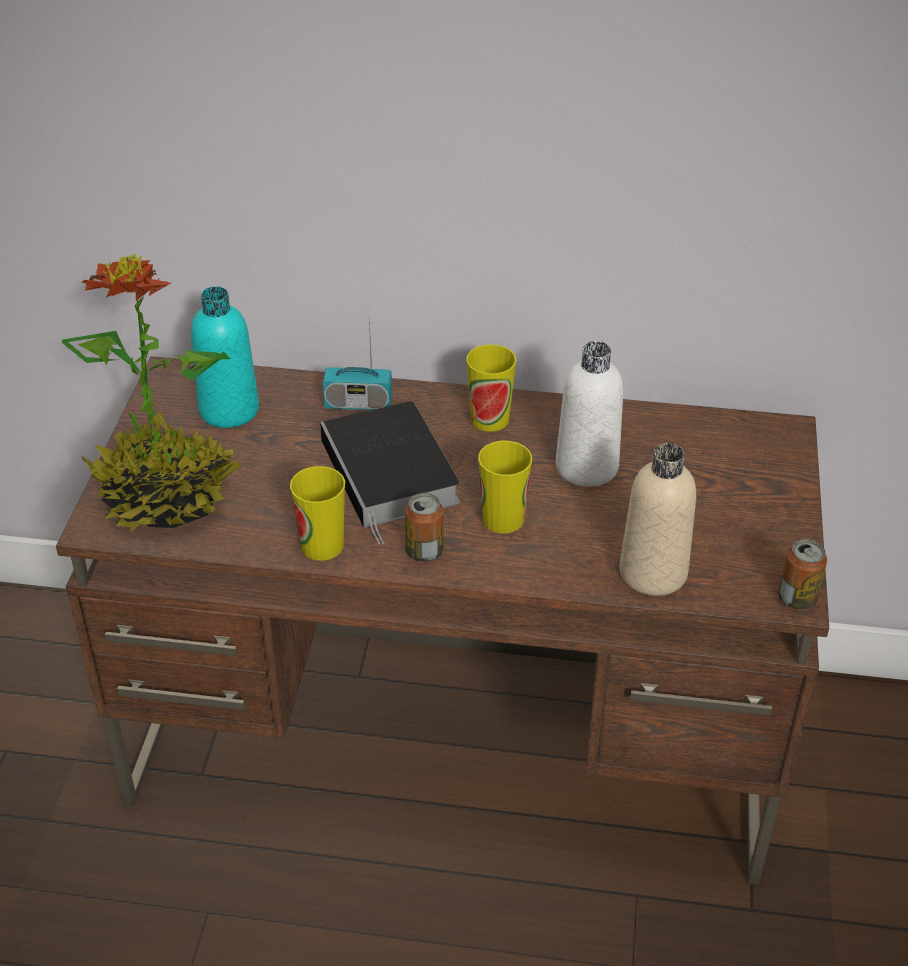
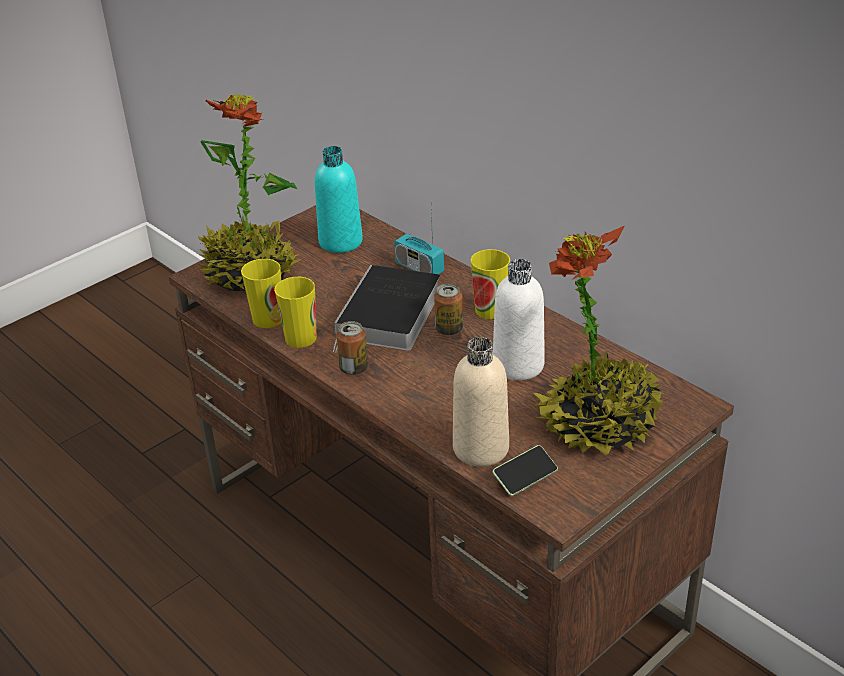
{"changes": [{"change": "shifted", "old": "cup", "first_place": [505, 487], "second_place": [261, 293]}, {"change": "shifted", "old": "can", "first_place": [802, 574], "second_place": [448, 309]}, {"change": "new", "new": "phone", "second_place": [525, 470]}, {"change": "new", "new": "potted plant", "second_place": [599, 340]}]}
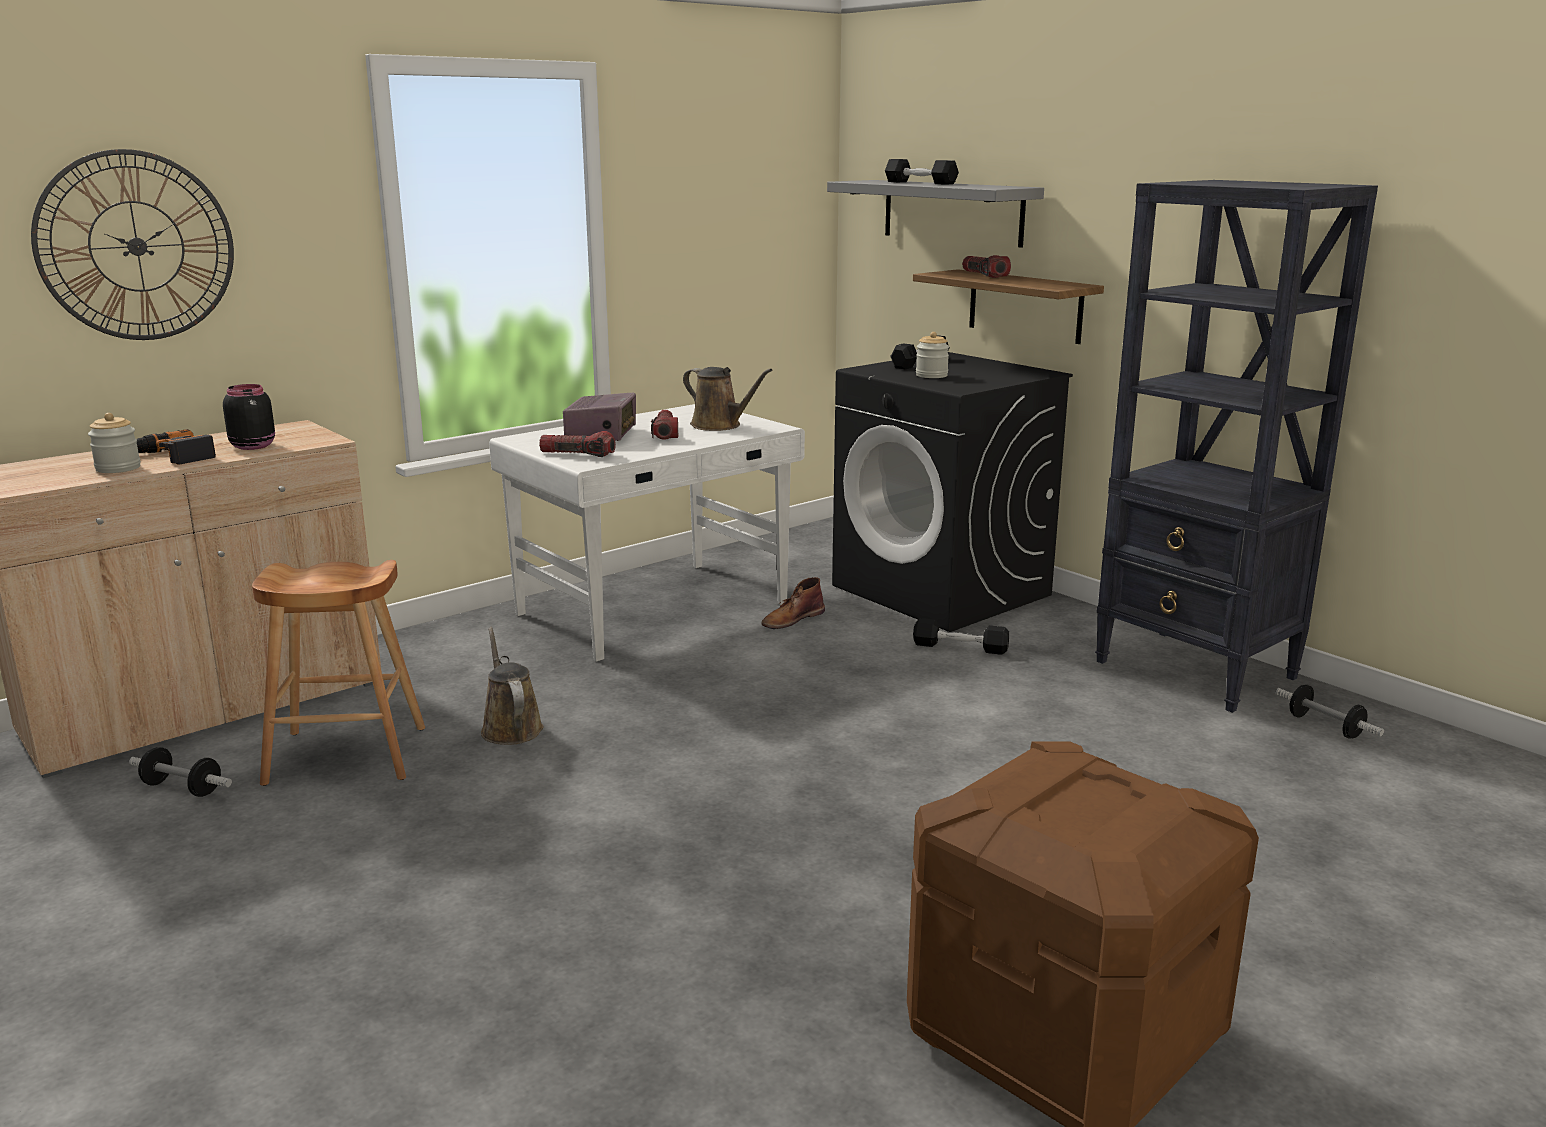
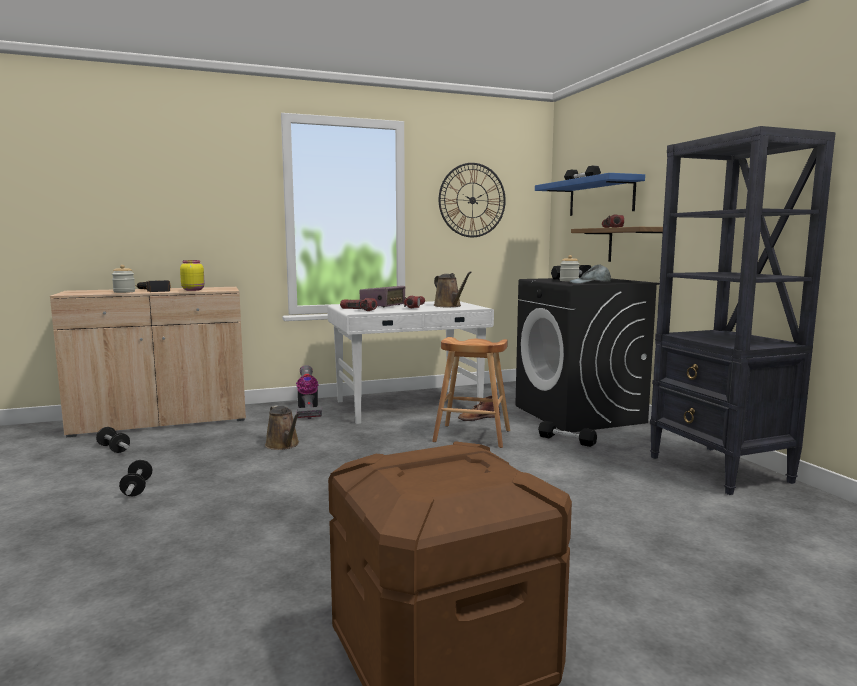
{"changes": [{"change": "shifted", "old": "dumbbell", "first_place": [1329, 712], "second_place": [136, 478]}, {"change": "repainted", "old": "black jar", "new": "yellow jar", "first_place": [249, 417], "second_place": [192, 275]}, {"change": "rotated", "old": "brown watering can", "first_place": [512, 686], "second_place": [282, 427], "degrees": 150}, {"change": "new", "new": "vacuum cleaner", "second_place": [309, 392]}, {"change": "shifted", "old": "brown stool", "first_place": [338, 673], "second_place": [471, 392]}, {"change": "shifted", "old": "wall clock", "first_place": [132, 244], "second_place": [472, 200]}, {"change": "repainted", "old": "grey shelf", "new": "blue shelf", "first_place": [935, 214], "second_place": [590, 194]}, {"change": "new", "new": "grey cap", "second_place": [590, 274]}]}
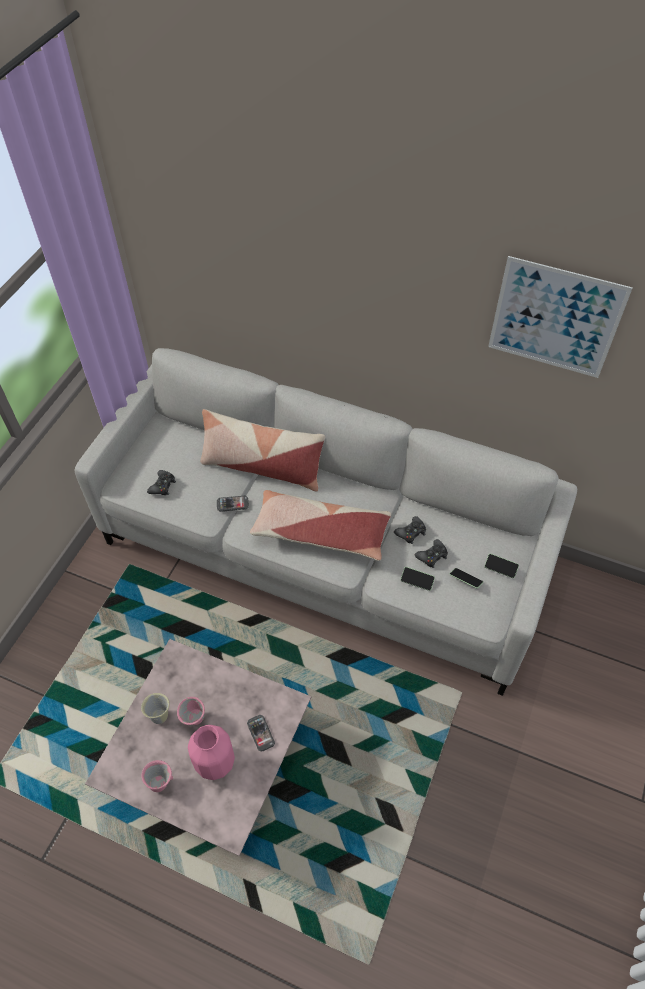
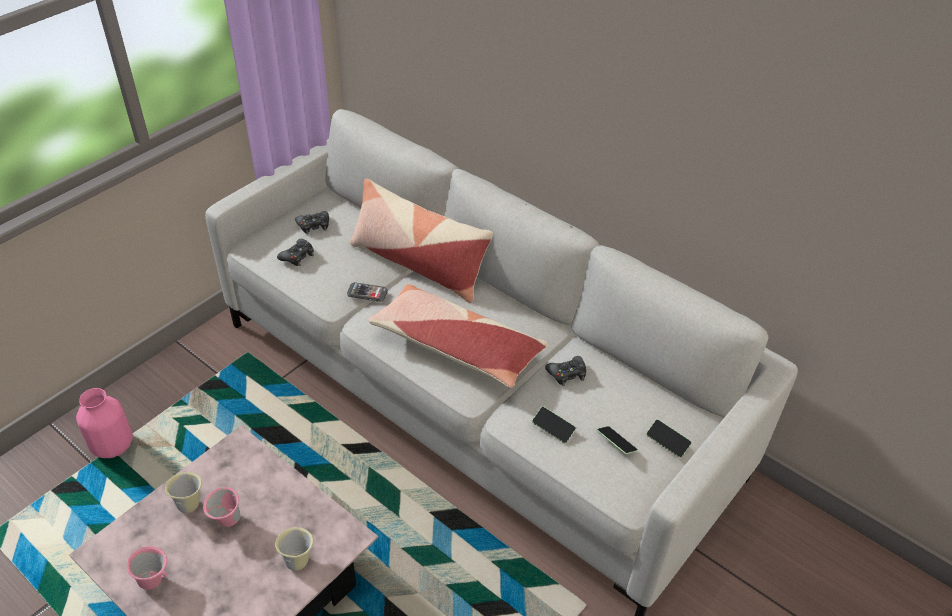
{"changes": [{"change": "shifted", "old": "pink vase", "first_place": [211, 752], "second_place": [104, 423]}, {"change": "swapped", "old": "phone", "new": "beige mug", "first_place": [261, 733], "second_place": [294, 549]}, {"change": "shifted", "old": "black game controller", "first_place": [431, 553], "second_place": [312, 222]}, {"change": "gone", "old": "picture", "first_place": [560, 317]}]}
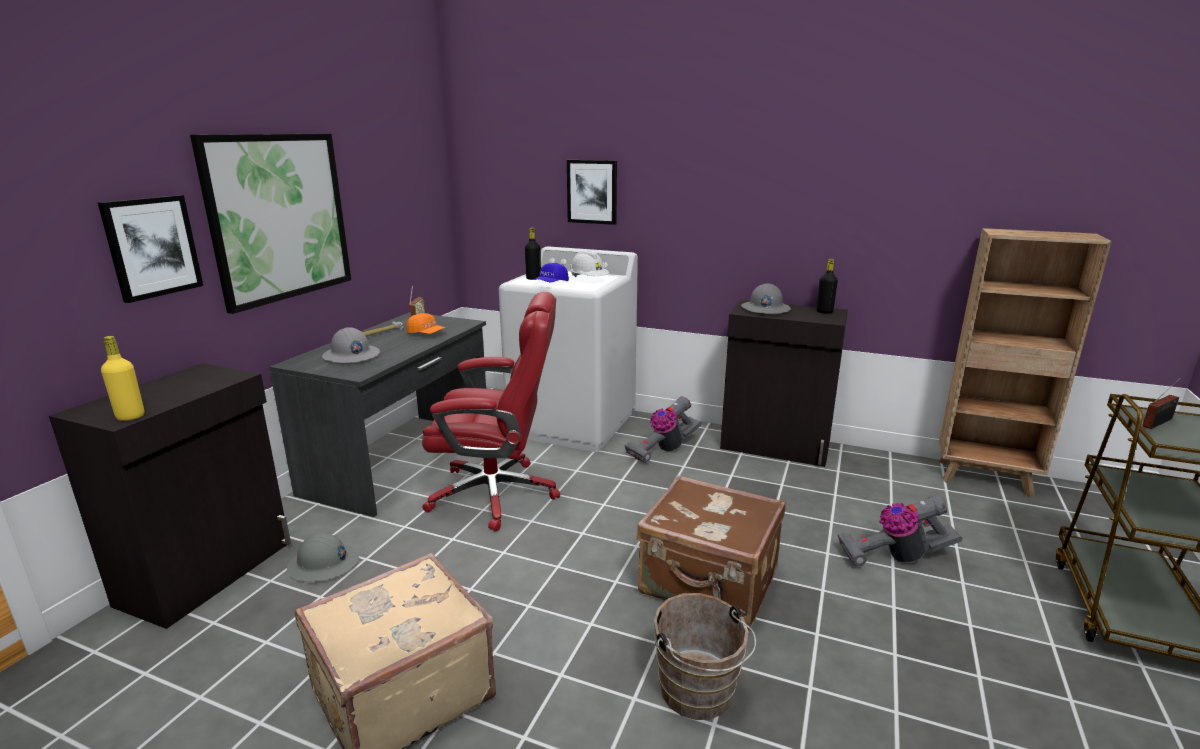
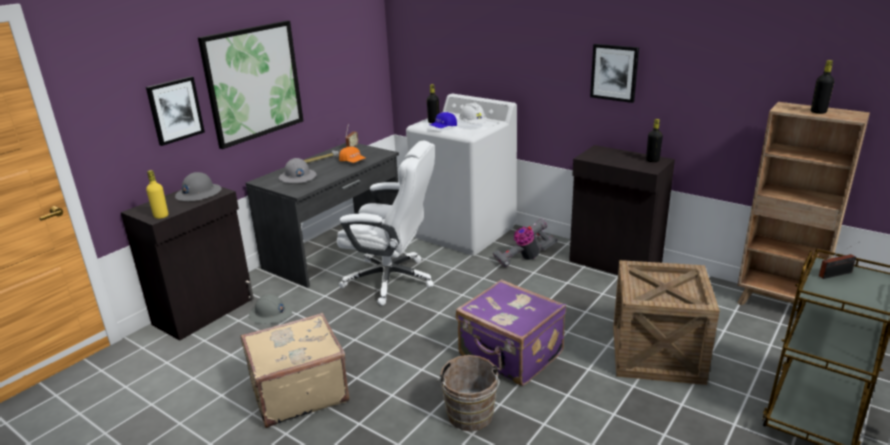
{"changes": [{"change": "shifted", "old": "grey hard hat", "first_place": [766, 298], "second_place": [198, 186]}, {"change": "repainted", "old": "red office chair", "new": "white office chair", "first_place": [491, 412], "second_place": [386, 223]}, {"change": "repainted", "old": "brown suitcase", "new": "purple suitcase", "first_place": [711, 552], "second_place": [511, 332]}, {"change": "shifted", "old": "picture", "first_place": [592, 192], "second_place": [614, 73]}, {"change": "swapped", "old": "vacuum cleaner", "new": "crate", "first_place": [900, 531], "second_place": [666, 322]}, {"change": "new", "new": "black bottle", "second_place": [822, 87]}]}
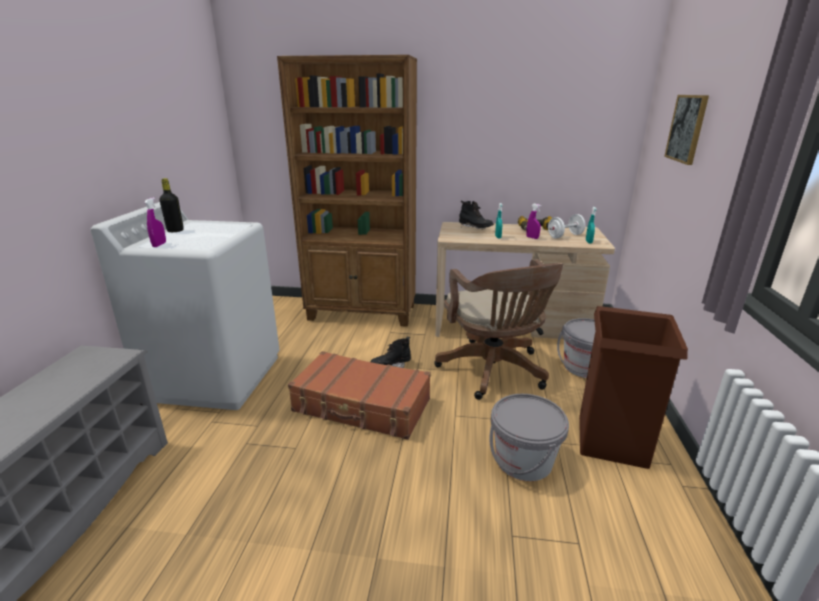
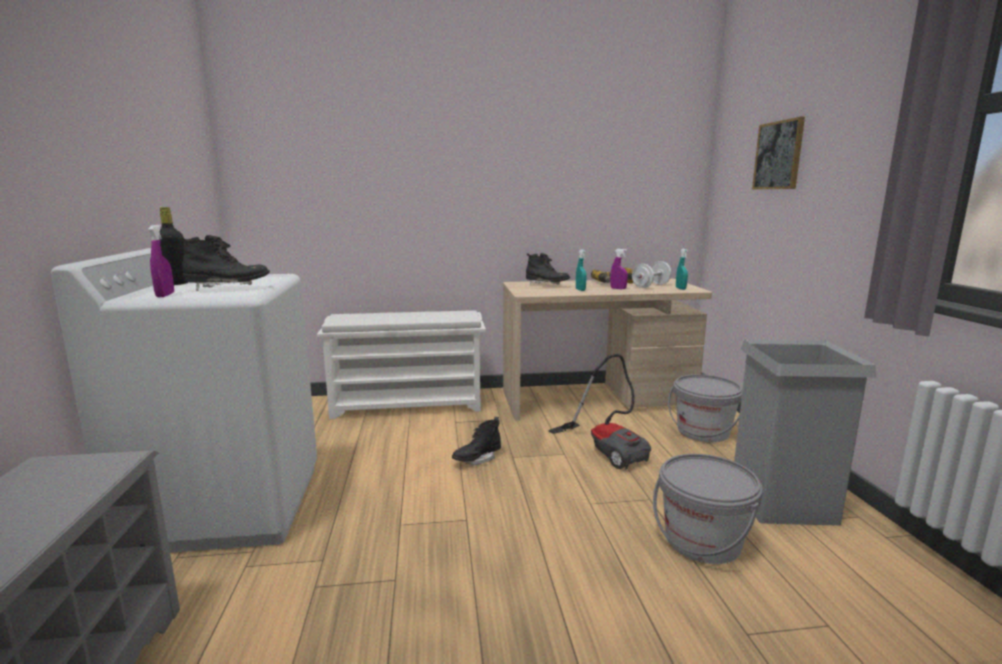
{"changes": [{"change": "new", "new": "black boot", "second_place": [224, 263]}, {"change": "swapped", "old": "brown bookcase", "new": "white shoe rack", "first_place": [347, 191], "second_place": [401, 364]}, {"change": "swapped", "old": "brown office chair", "new": "vacuum cleaner", "first_place": [498, 329], "second_place": [599, 412]}, {"change": "repainted", "old": "brown trash can", "new": "grey trash can", "first_place": [633, 387], "second_place": [805, 432]}, {"change": "gone", "old": "brown suitcase", "first_place": [359, 395]}]}
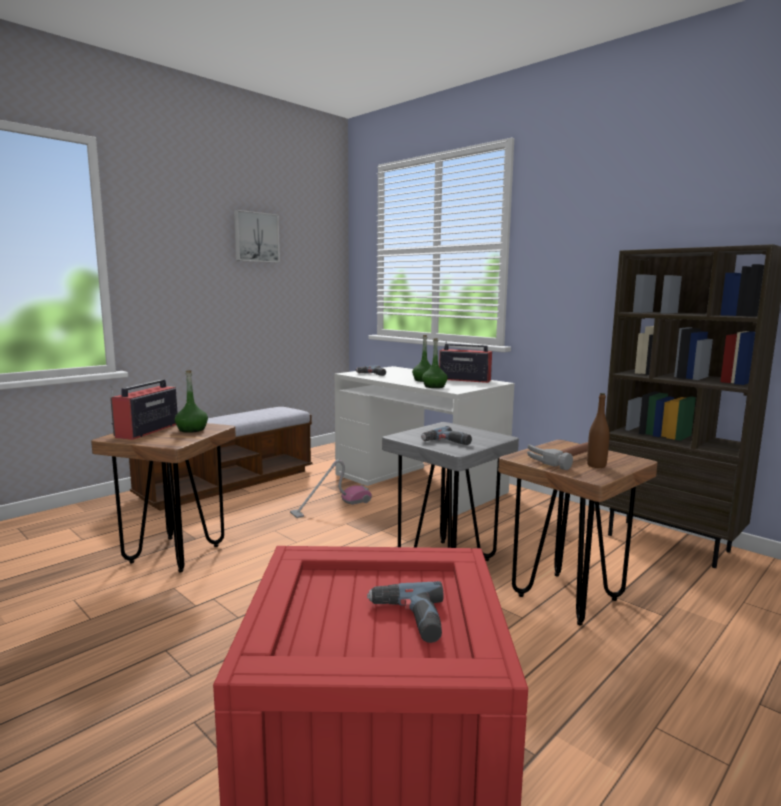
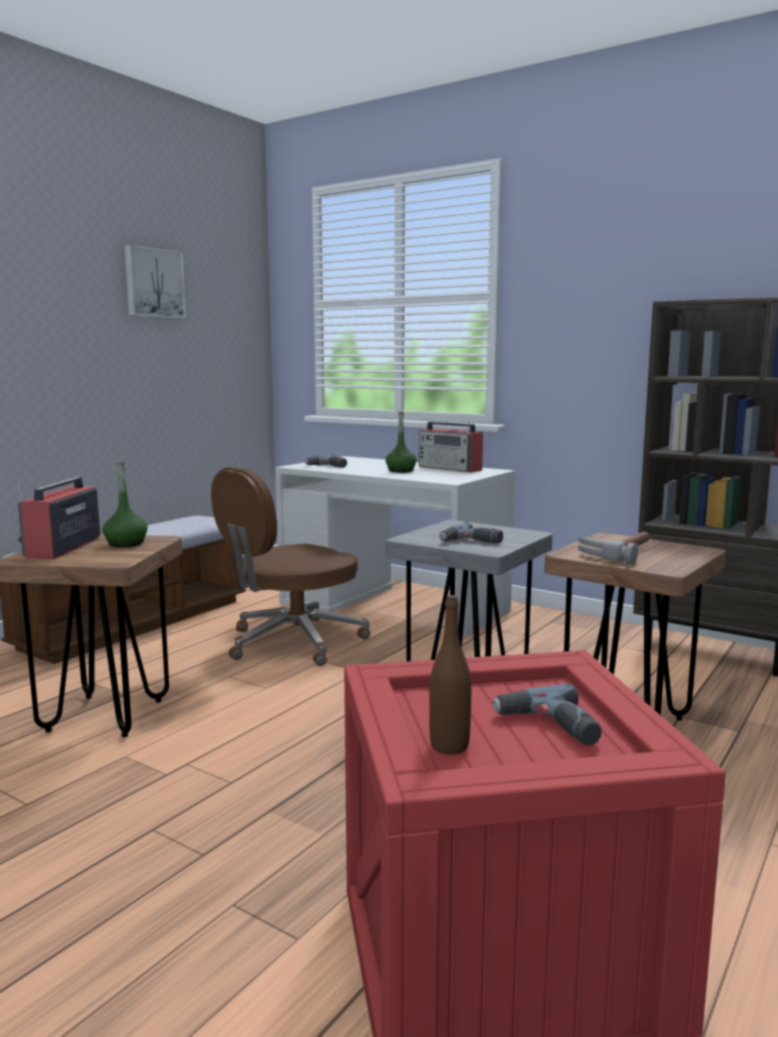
{"changes": [{"change": "swapped", "old": "vacuum cleaner", "new": "brown office chair", "first_place": [331, 489], "second_place": [290, 566]}, {"change": "rotated", "old": "radio", "first_place": [465, 362], "second_place": [451, 447], "degrees": -150}, {"change": "shifted", "old": "brown bottle", "first_place": [598, 430], "second_place": [450, 674]}, {"change": "gone", "old": "green bottle", "first_place": [435, 363]}]}
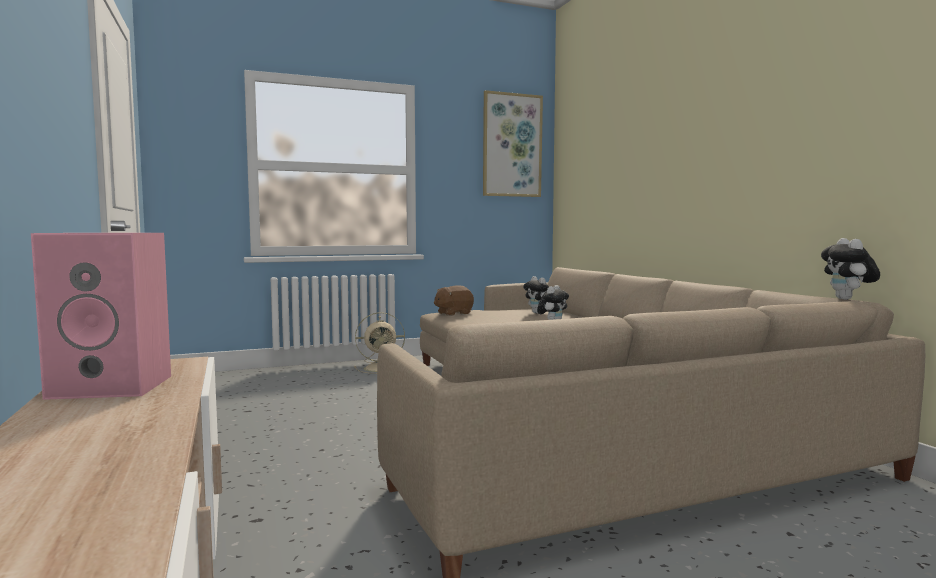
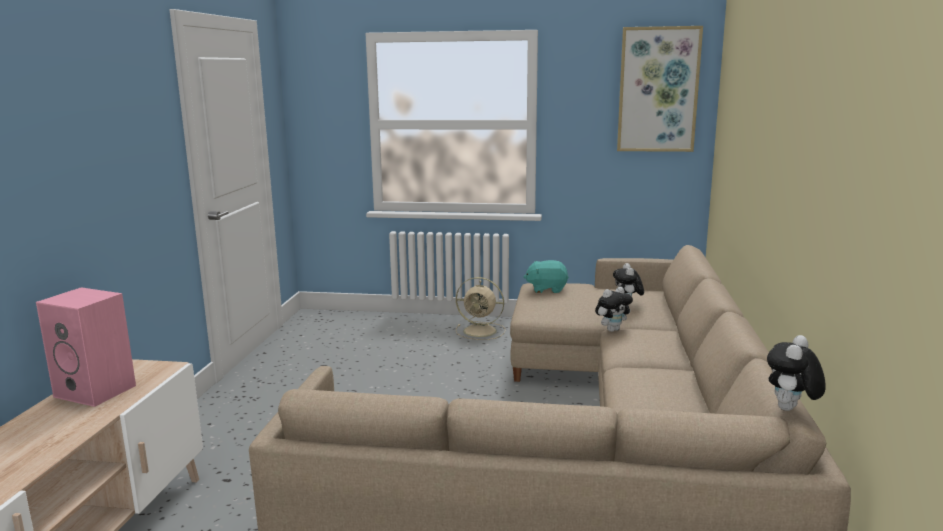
{"changes": [{"change": "repainted", "old": "brown plush toy", "new": "turquoise plush toy", "first_place": [454, 300], "second_place": [546, 276]}]}
